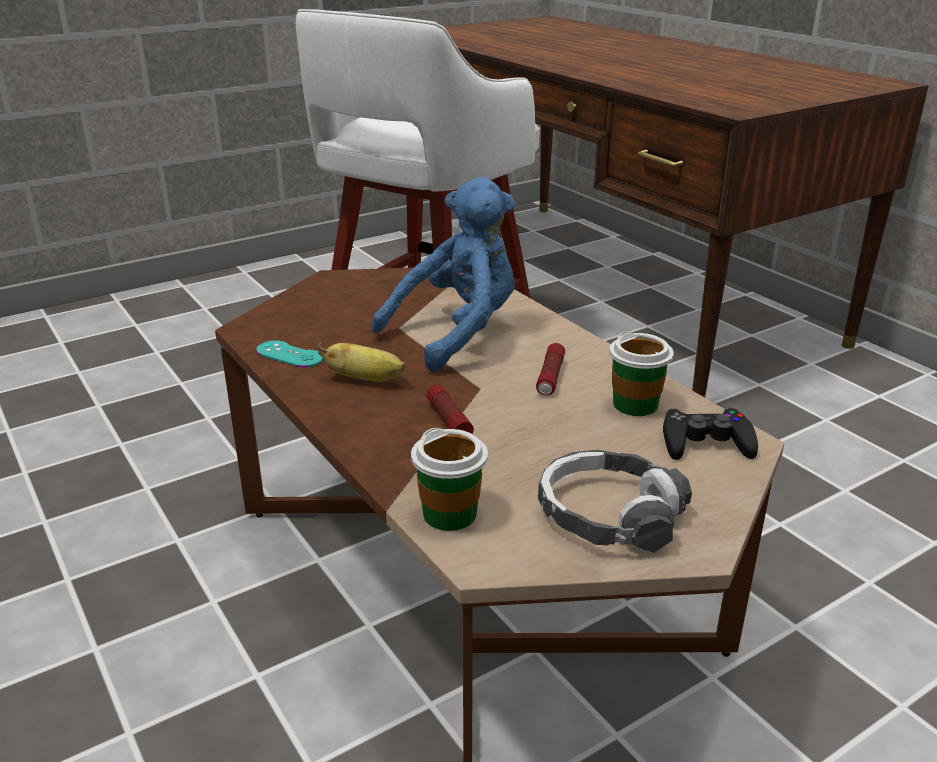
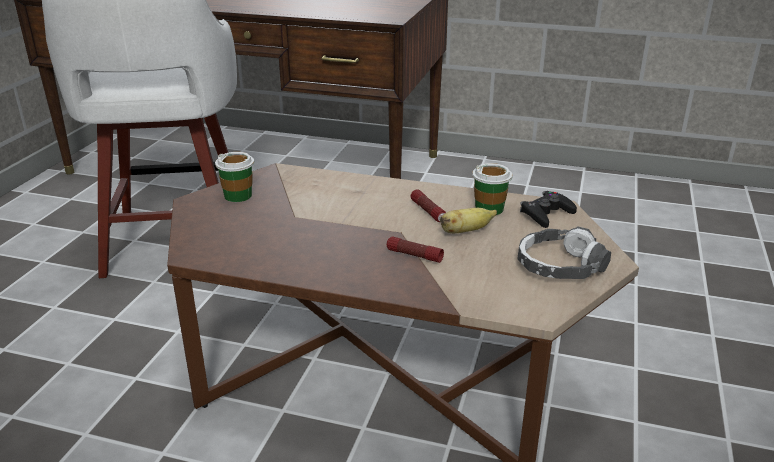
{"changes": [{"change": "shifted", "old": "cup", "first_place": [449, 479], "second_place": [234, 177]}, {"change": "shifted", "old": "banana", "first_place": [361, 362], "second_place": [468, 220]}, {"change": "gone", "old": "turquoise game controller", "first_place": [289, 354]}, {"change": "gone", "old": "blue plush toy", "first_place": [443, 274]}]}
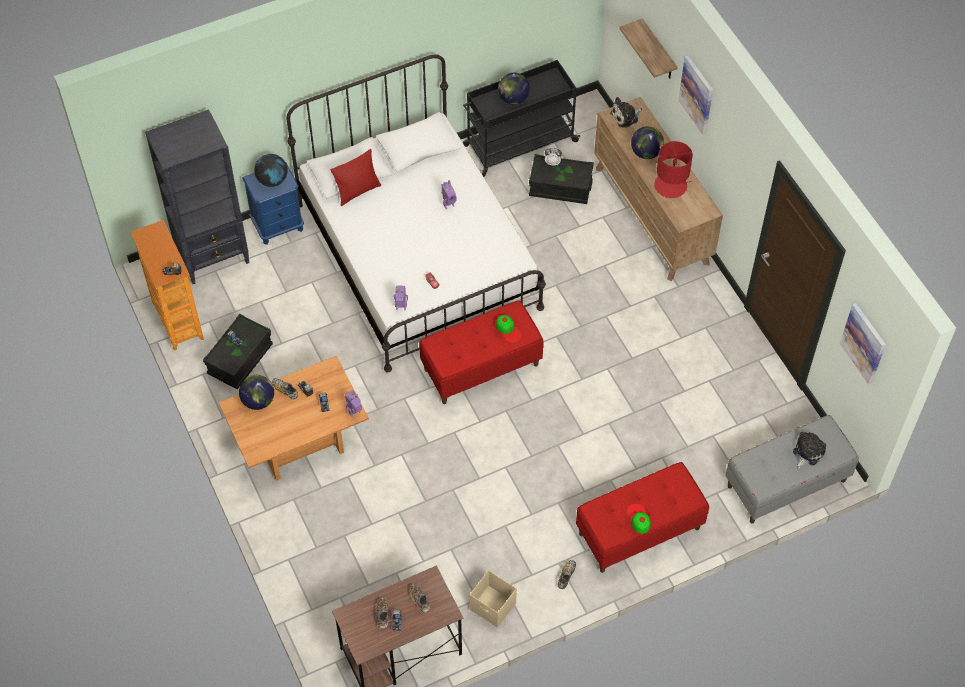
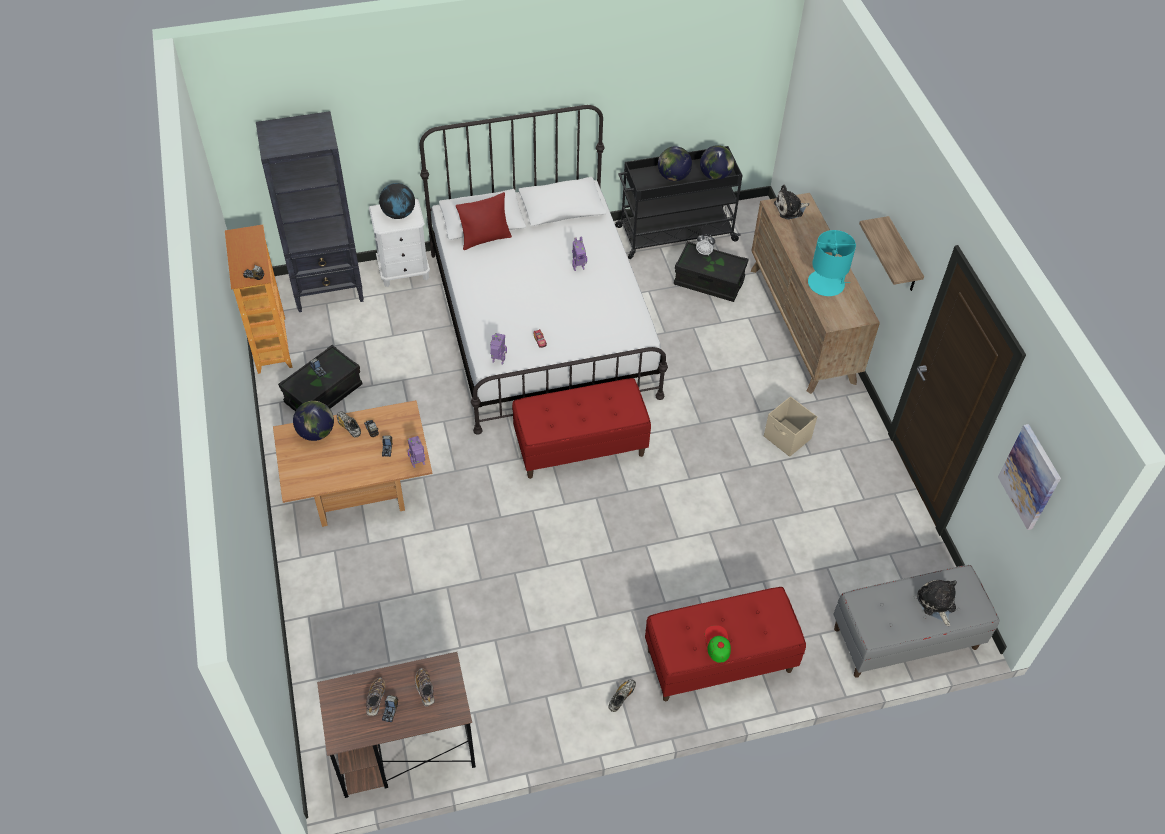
{"changes": [{"change": "repainted", "old": "blue nightstand", "new": "white nightstand", "first_place": [273, 203], "second_place": [399, 243]}, {"change": "shifted", "old": "globe", "first_place": [647, 142], "second_place": [717, 162]}, {"change": "shifted", "old": "beige storage box", "first_place": [493, 599], "second_place": [790, 426]}, {"change": "repainted", "old": "red table lamp", "new": "turquoise table lamp", "first_place": [673, 169], "second_place": [832, 263]}, {"change": "shifted", "old": "shelf", "first_place": [648, 48], "second_place": [891, 253]}, {"change": "rotated", "old": "plush toy", "first_place": [809, 450], "second_place": [937, 603], "degrees": -60}, {"change": "gone", "old": "cap", "first_place": [509, 328]}, {"change": "gone", "old": "picture", "first_place": [695, 95]}]}
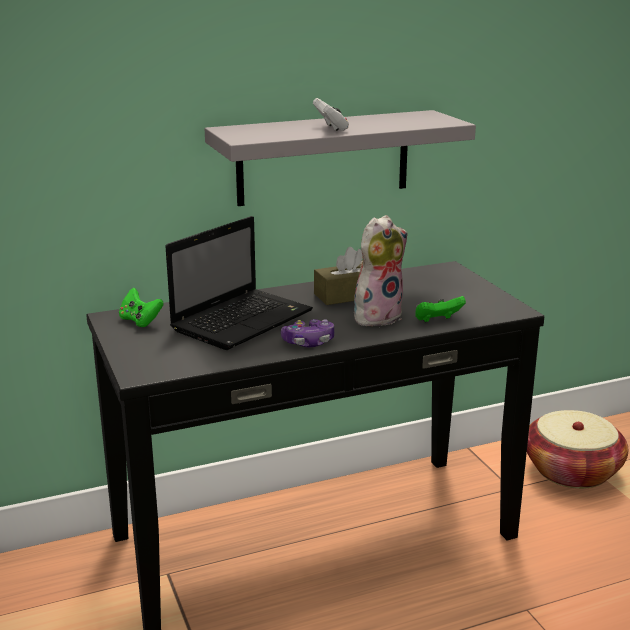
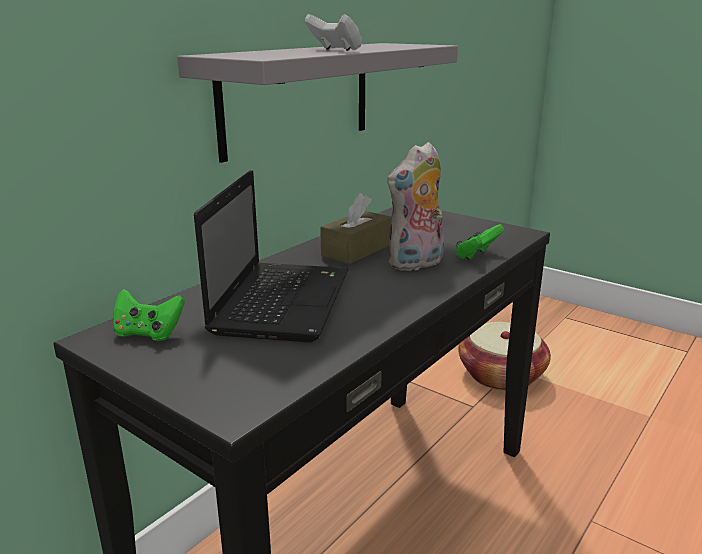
{"changes": [{"change": "rotated", "old": "plush toy", "first_place": [381, 270], "second_place": [415, 206], "degrees": -150}, {"change": "gone", "old": "game controller", "first_place": [307, 333]}]}
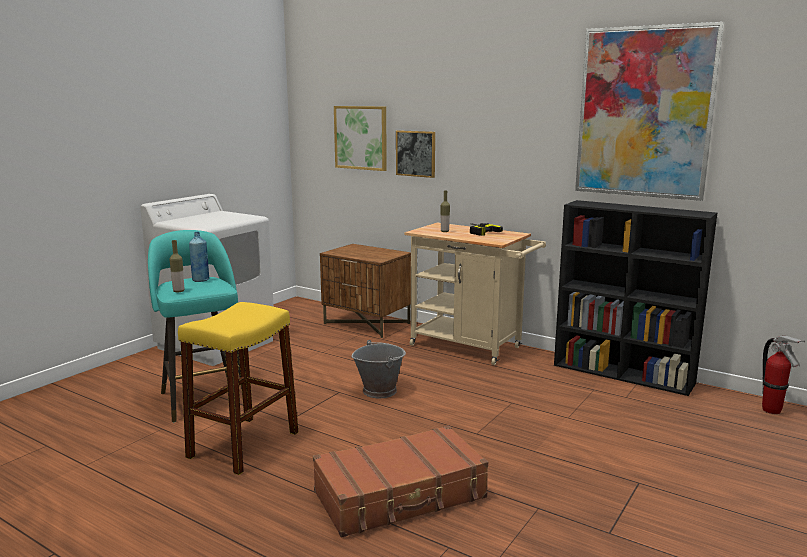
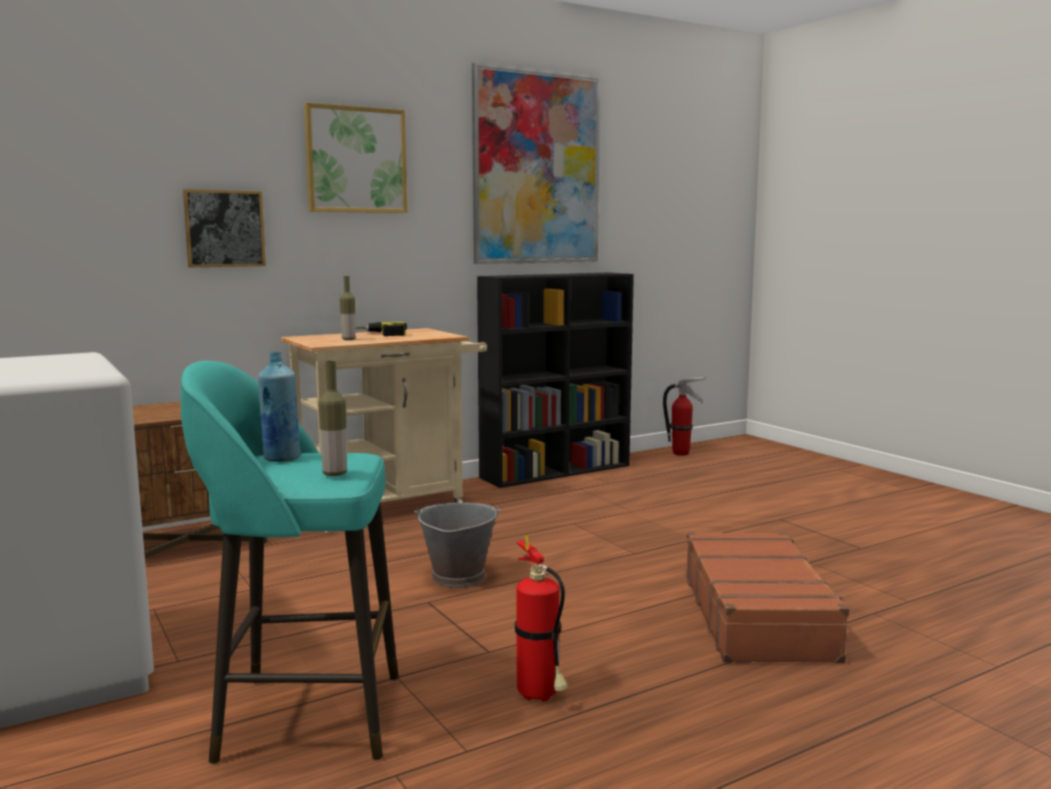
{"changes": [{"change": "shifted", "old": "picture", "first_place": [360, 138], "second_place": [355, 158]}, {"change": "swapped", "old": "yellow stool", "new": "fire extinguisher", "first_place": [238, 388], "second_place": [541, 618]}]}
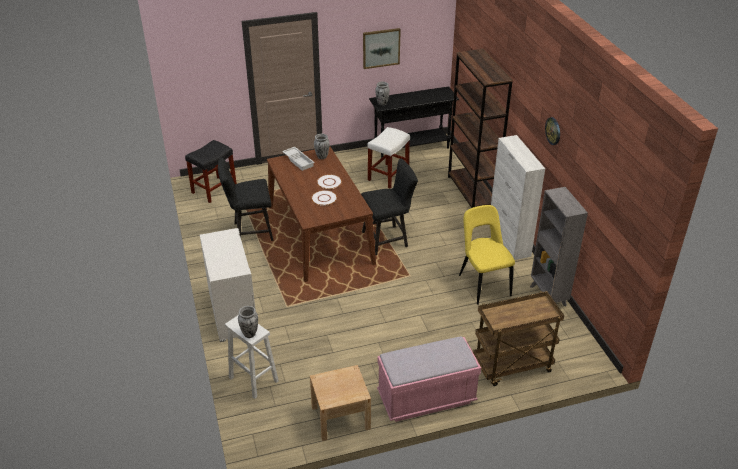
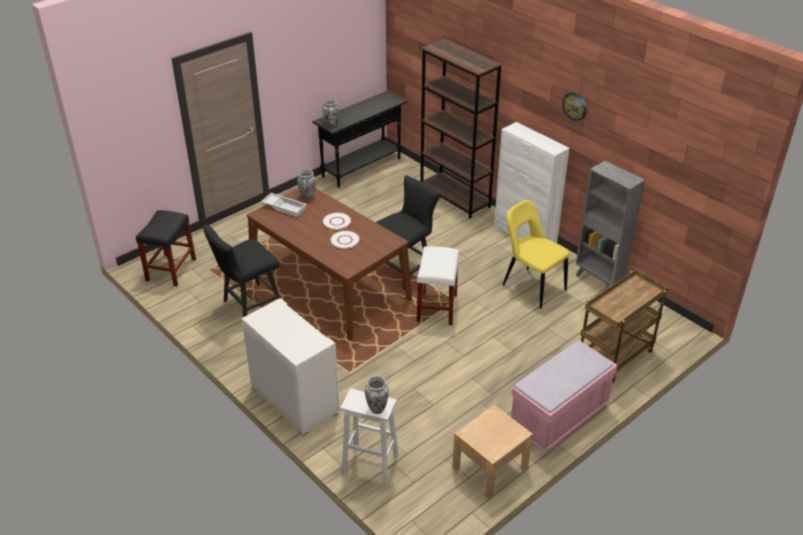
{"changes": [{"change": "shifted", "old": "white stool", "first_place": [388, 157], "second_place": [438, 285]}, {"change": "gone", "old": "picture", "first_place": [382, 48]}]}
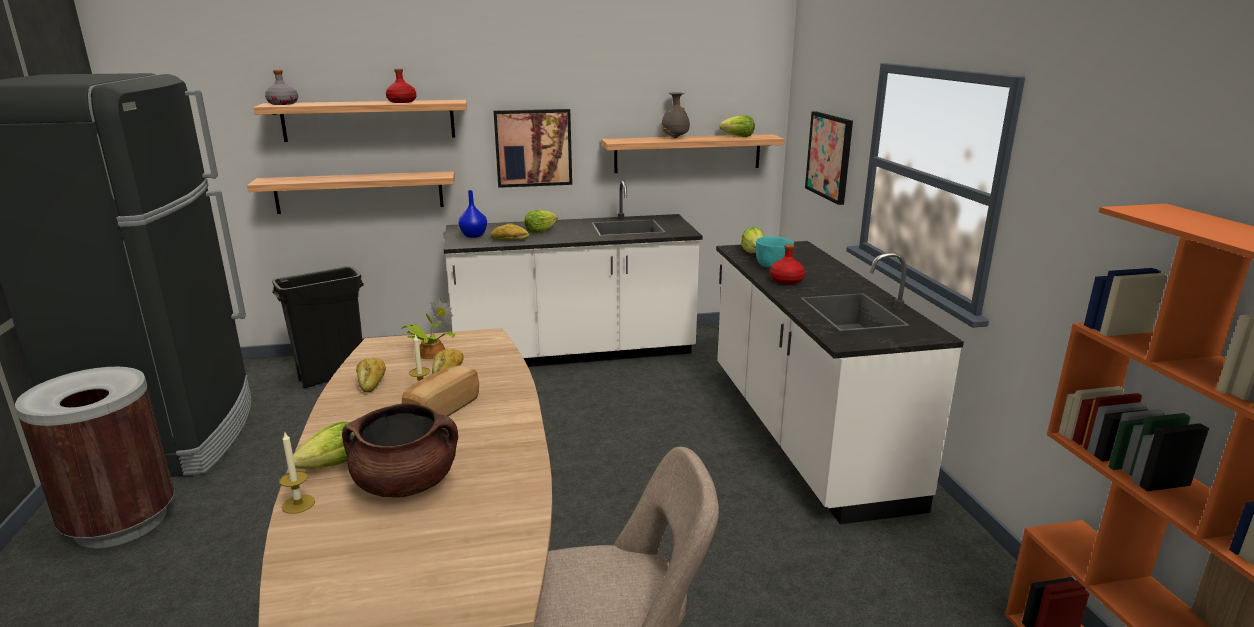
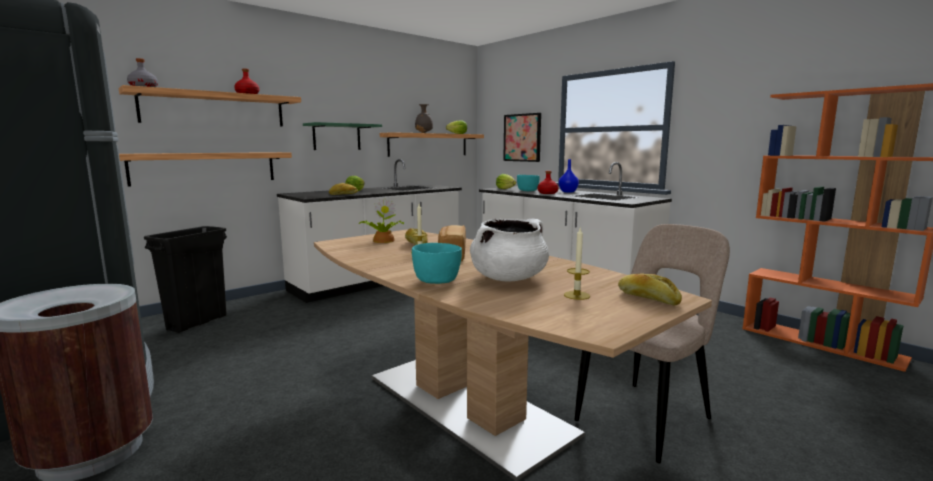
{"changes": [{"change": "swapped", "old": "picture", "new": "green shelf", "first_place": [532, 148], "second_place": [342, 136]}, {"change": "swapped", "old": "lettuce", "new": "turquoise bowl", "first_place": [324, 445], "second_place": [437, 263]}, {"change": "repainted", "old": "brown cooking pot", "new": "white cooking pot", "first_place": [400, 450], "second_place": [509, 250]}, {"change": "shifted", "old": "blue vase", "first_place": [472, 214], "second_place": [569, 176]}, {"change": "shifted", "old": "candle", "first_place": [297, 472], "second_place": [577, 264]}, {"change": "shifted", "old": "bread", "first_place": [371, 375], "second_place": [650, 289]}]}
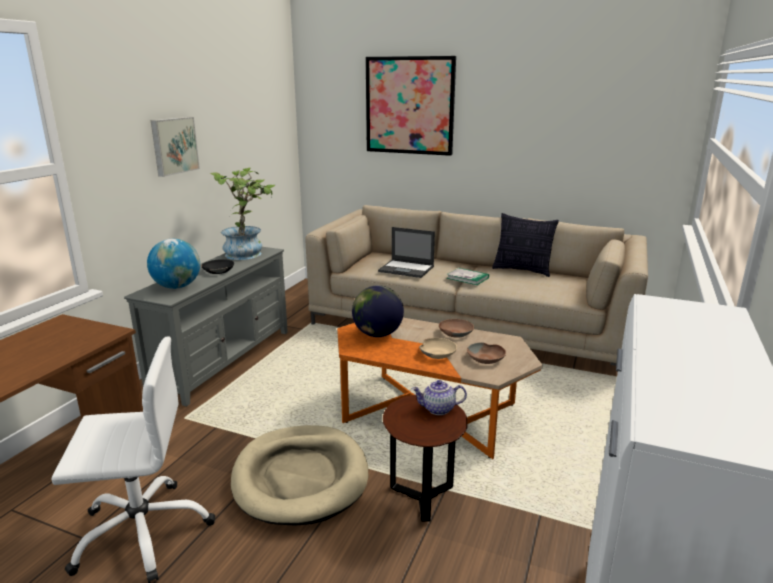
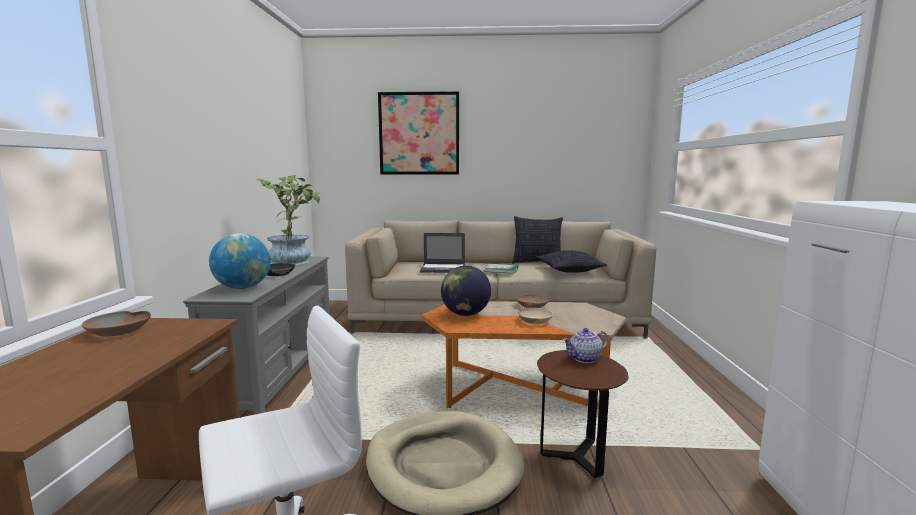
{"changes": [{"change": "shifted", "old": "brown bowl", "first_place": [486, 353], "second_place": [116, 323]}, {"change": "new", "new": "pillow", "second_place": [572, 261]}, {"change": "gone", "old": "picture", "first_place": [175, 147]}]}
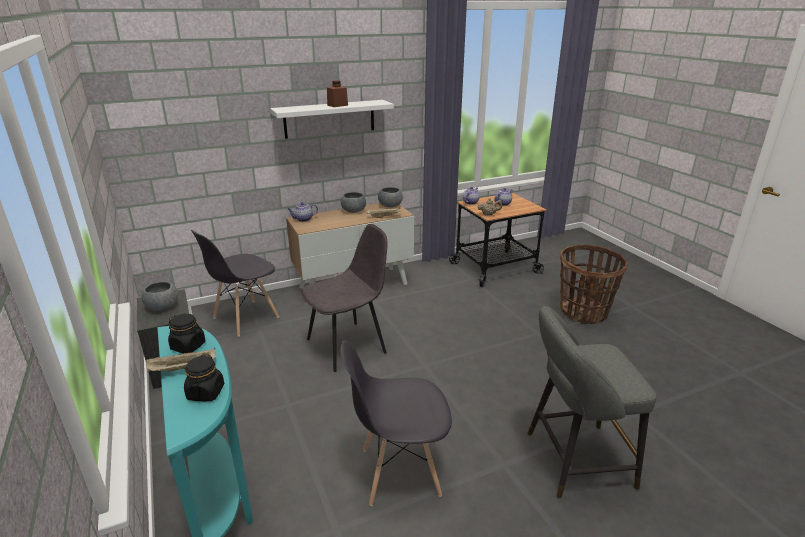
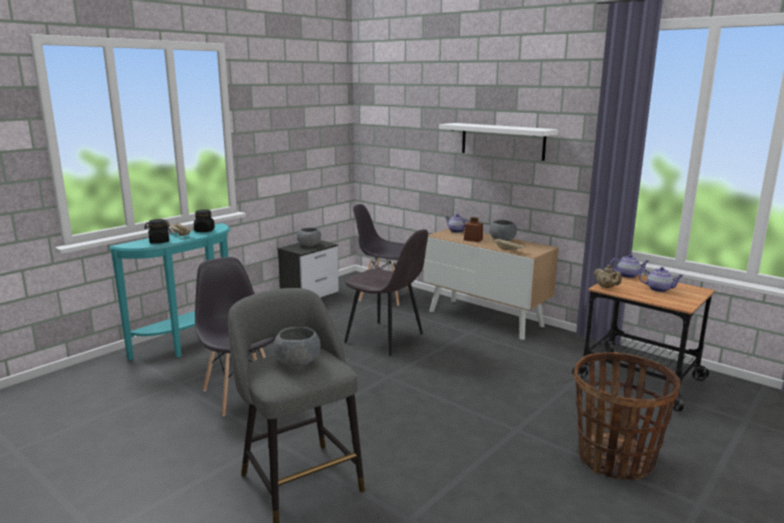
{"changes": [{"change": "shifted", "old": "grey bowl", "first_place": [390, 197], "second_place": [297, 347]}, {"change": "shifted", "old": "brown jar", "first_place": [337, 94], "second_place": [473, 229]}]}
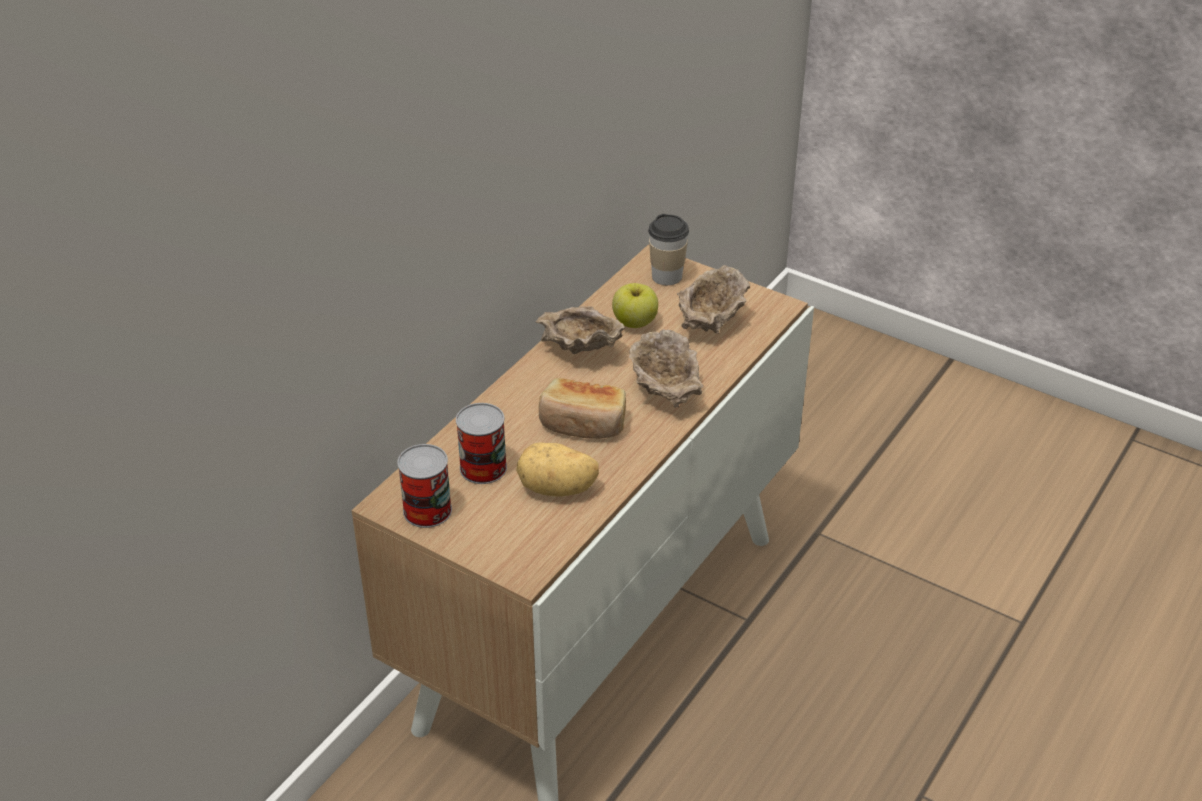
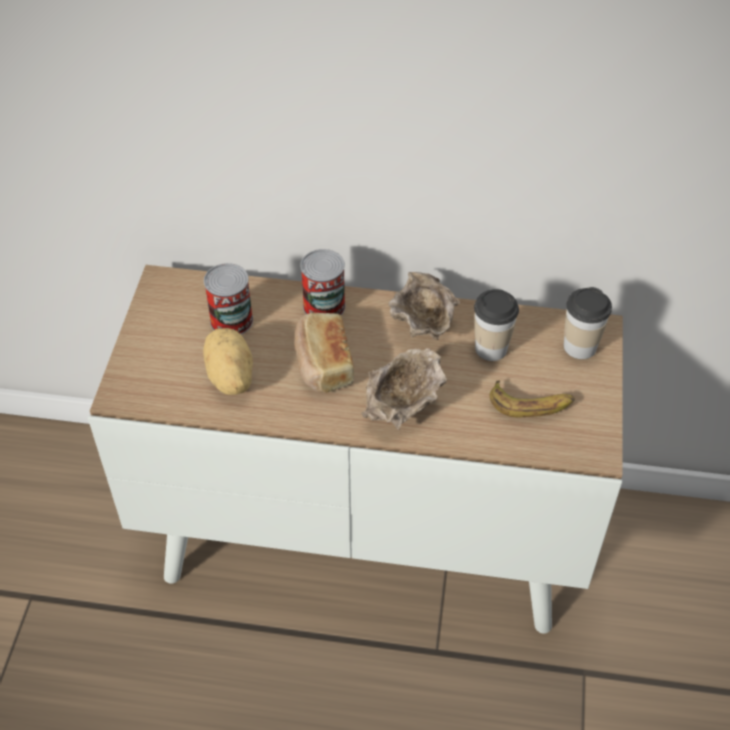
{"changes": [{"change": "shifted", "old": "can", "first_place": [424, 486], "second_place": [323, 282]}, {"change": "swapped", "old": "apple", "new": "cup", "first_place": [635, 305], "second_place": [496, 325]}, {"change": "swapped", "old": "beige bowl", "new": "banana", "first_place": [713, 299], "second_place": [532, 398]}]}
